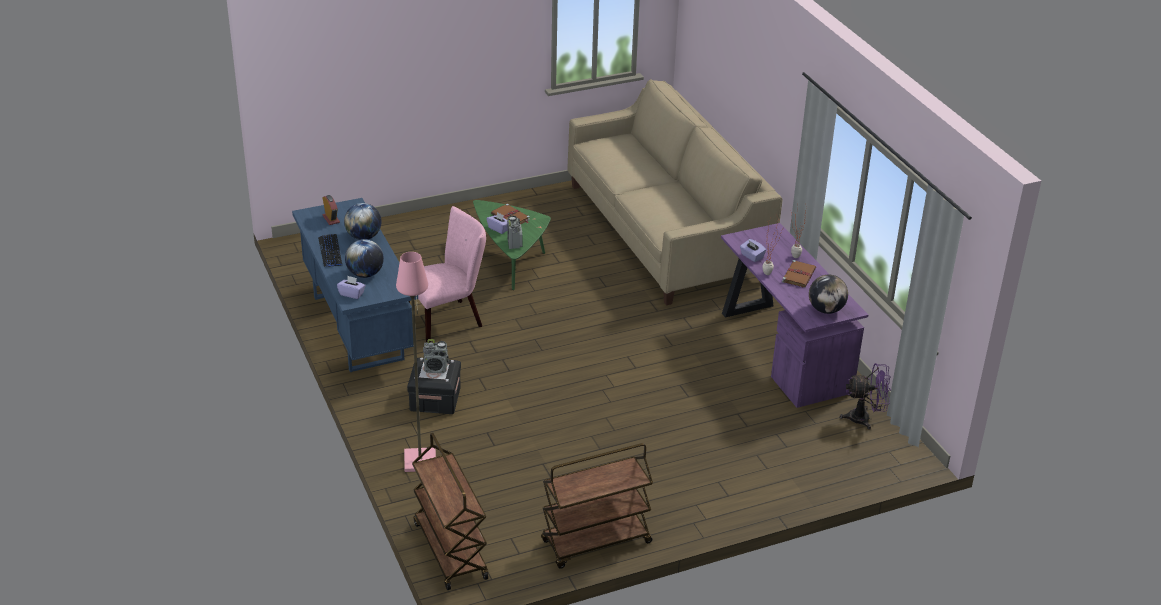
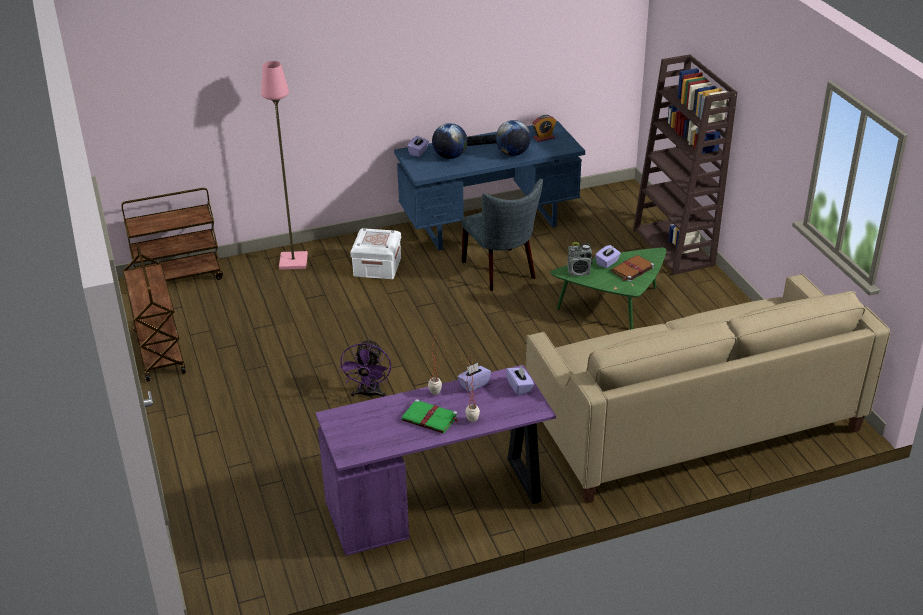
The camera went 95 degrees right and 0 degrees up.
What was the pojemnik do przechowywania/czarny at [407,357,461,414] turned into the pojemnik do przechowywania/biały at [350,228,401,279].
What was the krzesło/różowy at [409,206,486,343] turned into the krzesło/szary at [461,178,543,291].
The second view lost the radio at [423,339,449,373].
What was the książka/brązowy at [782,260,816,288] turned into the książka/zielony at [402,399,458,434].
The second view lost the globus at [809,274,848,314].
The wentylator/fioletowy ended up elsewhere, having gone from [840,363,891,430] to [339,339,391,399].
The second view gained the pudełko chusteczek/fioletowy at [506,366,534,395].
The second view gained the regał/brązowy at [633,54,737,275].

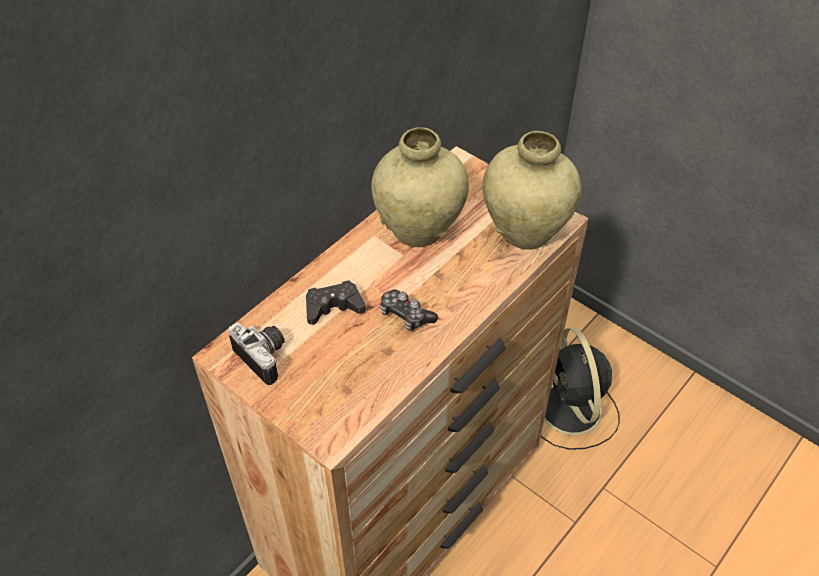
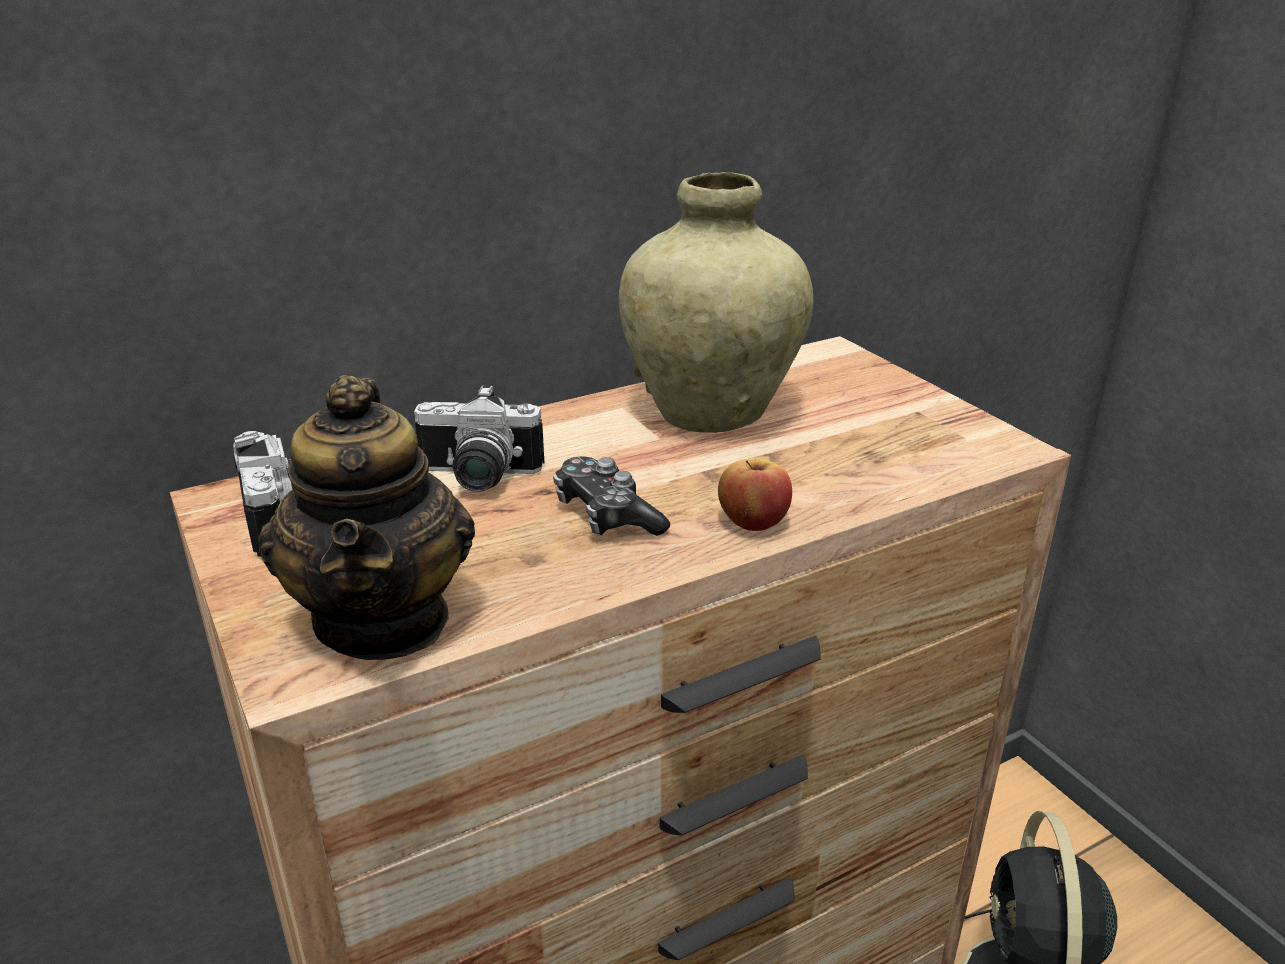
The camera went 20 degrees right and 20 degrees down.
Where the pad do gier/czarny stood at [306,280,366,325], the aparat fotograficzny came to stand at [414,386,545,492].
The second view lost the wazon/beżowy at [482,131,581,250].
The second view gained the imbryk at [258,375,475,660].
The second view gained the jabłko at [718,458,792,531].

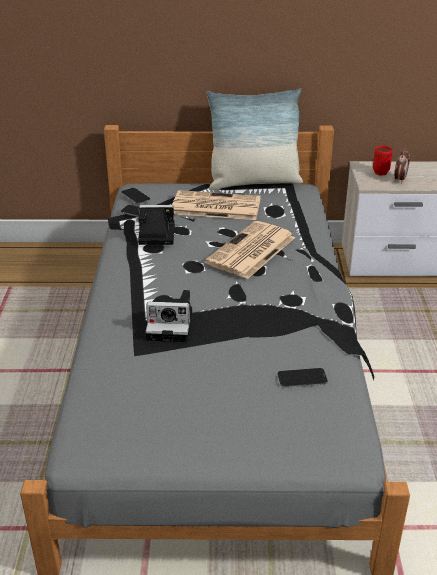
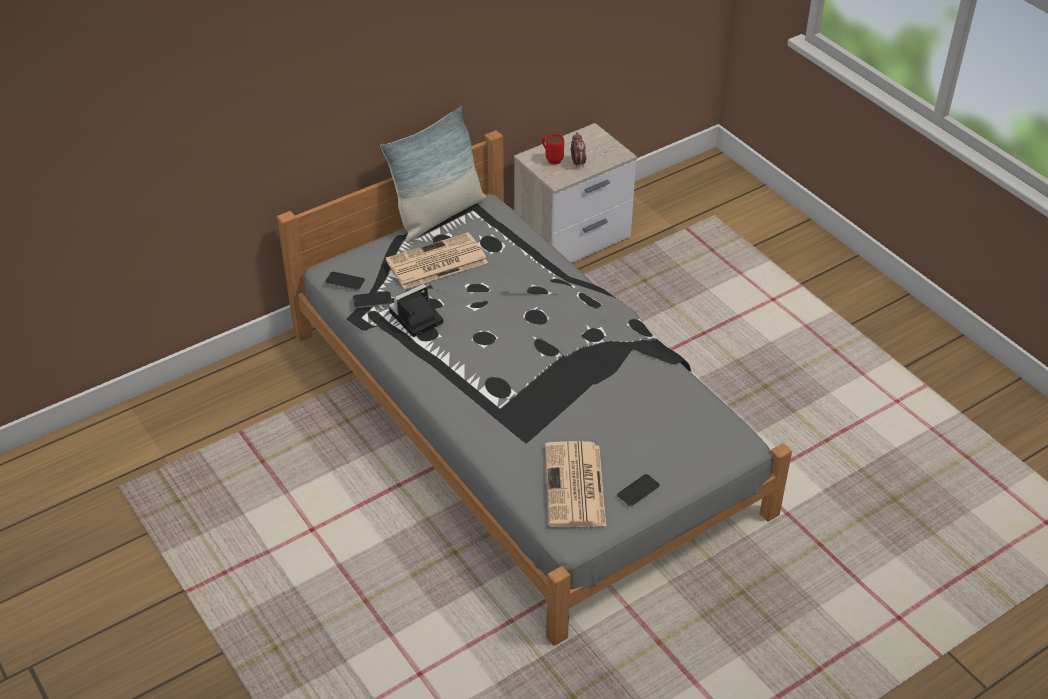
The camera went 35 degrees left and 10 degrees up.
The second view lost the aparat fotograficzny at [145,290,192,342].
The gazeta ended up elsewhere, having gone from [205,221,295,279] to [545,441,606,527].
The telefon ended up elsewhere, having gone from [277,368,328,388] to [617,474,660,507].

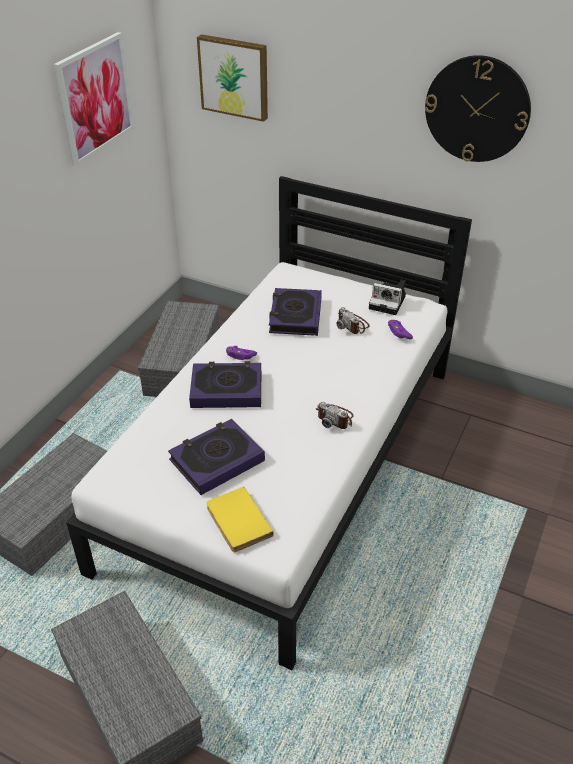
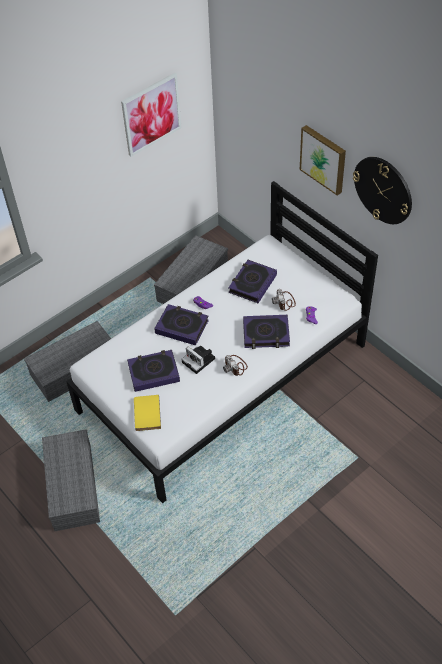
The camera went 25 degrees right and 10 degrees up.
The obraz ended up elsewhere, having gone from [197,34,268,122] to [300,125,346,195].
The aparat fotograficzny ended up elsewhere, having gone from [369,280,406,315] to [181,346,215,374].
The second view gained the książka at [243,315,290,349].

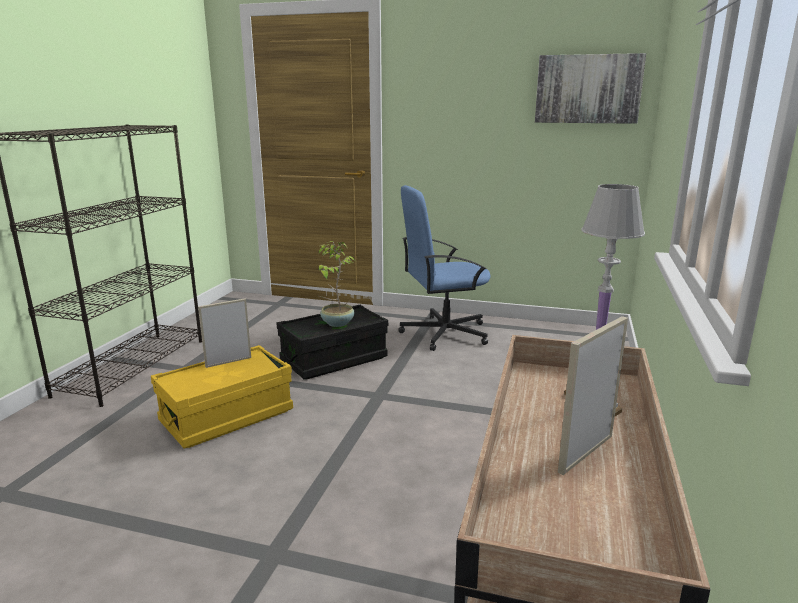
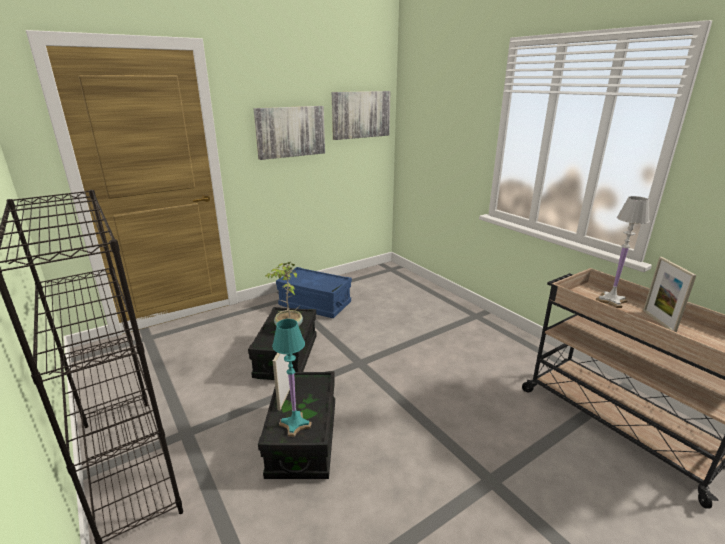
The camera went 50 degrees left and 5 degrees up.
What was the pojemnik do przechowywania/żółty at [151,345,293,449] turned into the pojemnik do przechowywania/czarny at [258,371,335,479].
Where the krzesło biurowe/niebieski stood at [398,185,491,351], the pojemnik do przechowywania/niebieski came to stand at [276,267,352,318].
The second view gained the obraz at [254,106,325,160].
The second view gained the lampa stołowa/turkusowy at [272,319,312,437].

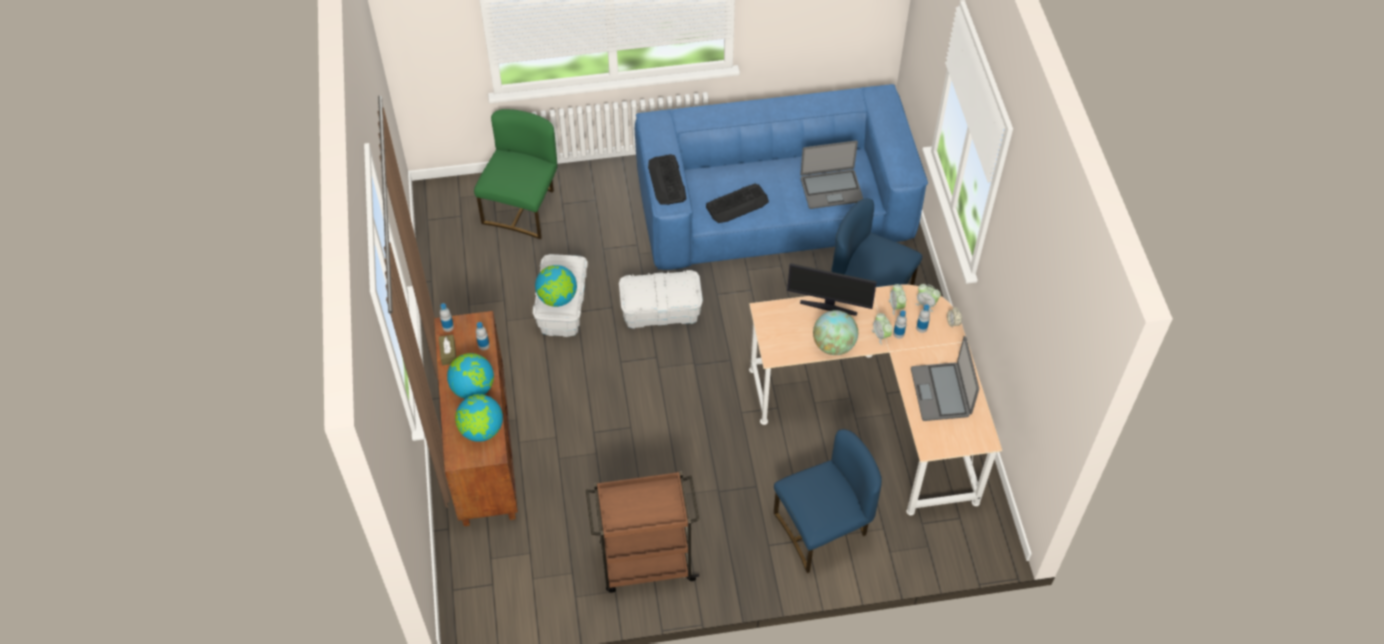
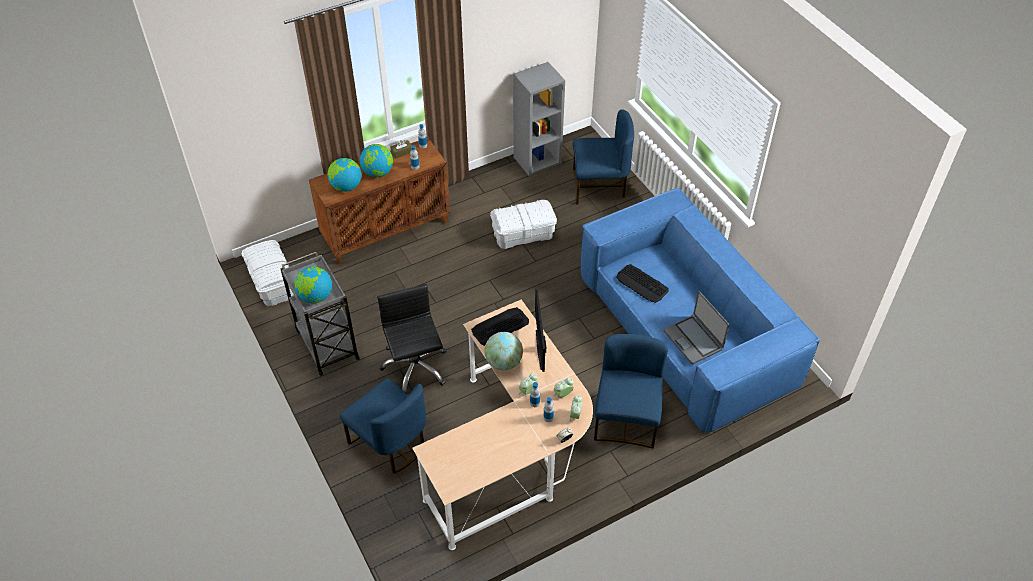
The camera went 70 degrees right and 5 degrees down.
What was the krzesło/zielony at [474,109,557,239] turned into the krzesło/niebieski at [572,110,634,204].
The globus ended up elsewhere, having gone from [535,265,577,307] to [295,267,332,303].
What was the wózek/brązowy at [586,471,699,593] turned into the wózek/szary at [280,252,360,376].
The pojemnik do przechowywania/biały ended up elsewhere, having gone from [619,270,703,329] to [242,240,294,306].
The klawiatura ended up elsewhere, having gone from [648,154,687,205] to [471,307,529,346].
The second view lost the laptop at [911,336,979,421].
The second view gained the krzesło biurowe/czarny at [377,284,446,394].
The second view gained the regał/szary at [513,62,565,176].

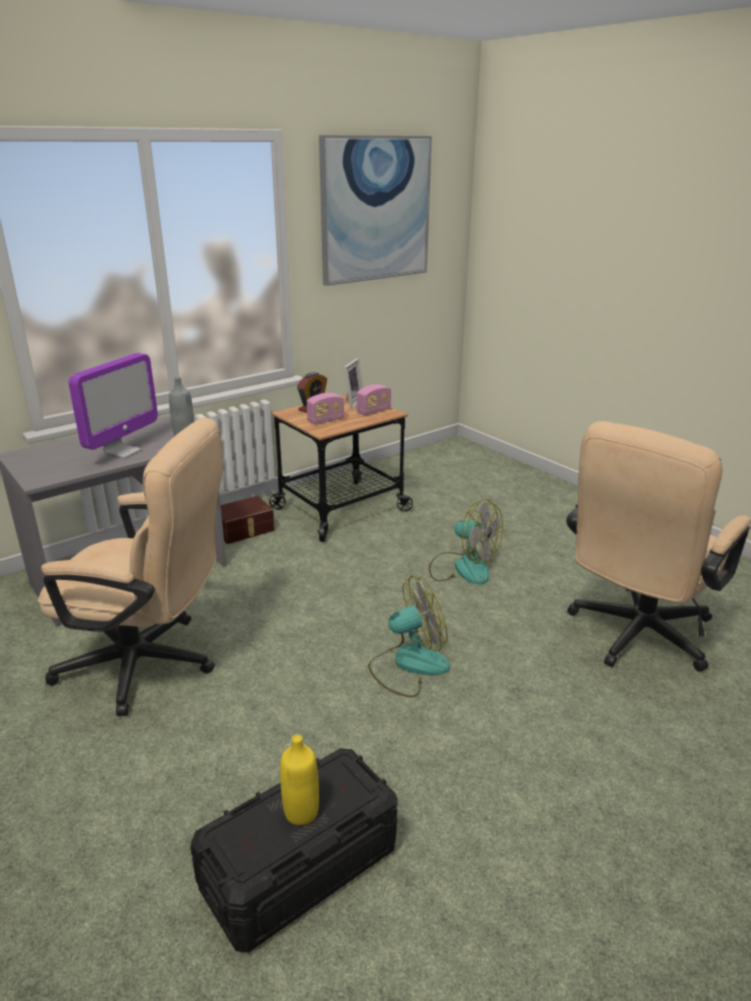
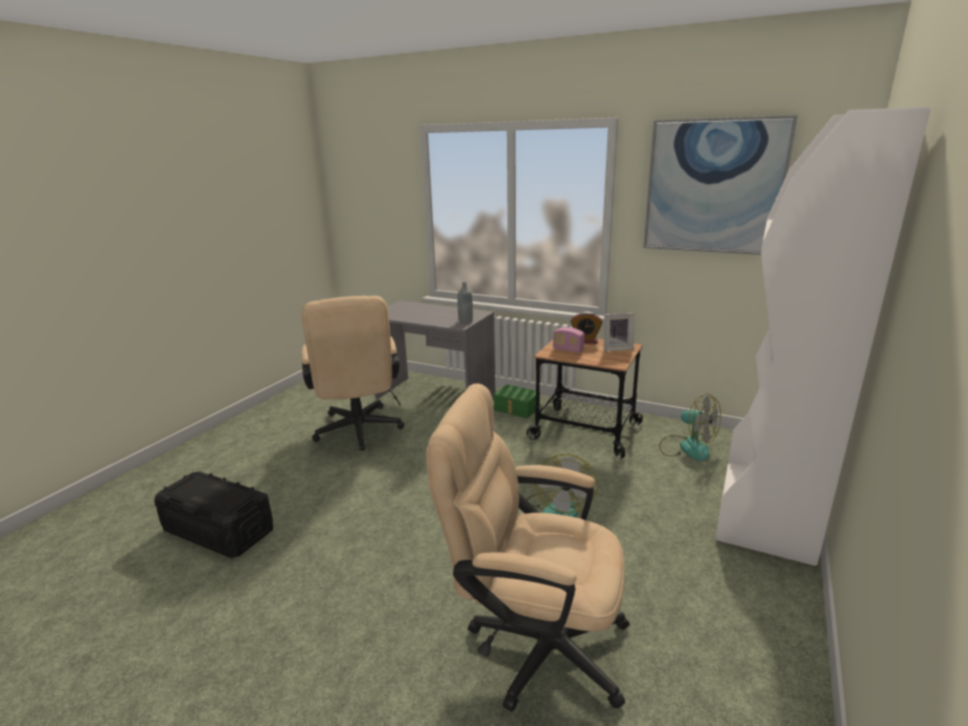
The camera went 65 degrees right and 5 degrees down.
The second view lost the monitor at [68,353,158,458].
What was the pojemnik do przechowywania/brązowy at [221,496,275,544] turned into the pojemnik do przechowywania/zielony at [494,384,540,418].
The second view lost the butelka/żółty at [280,735,319,825].
The second view lost the radio at [357,384,391,415].
The wentylator ended up elsewhere, having gone from [368,576,450,697] to [659,394,721,461].
The second view gained the regał/biały at [715,107,930,566].

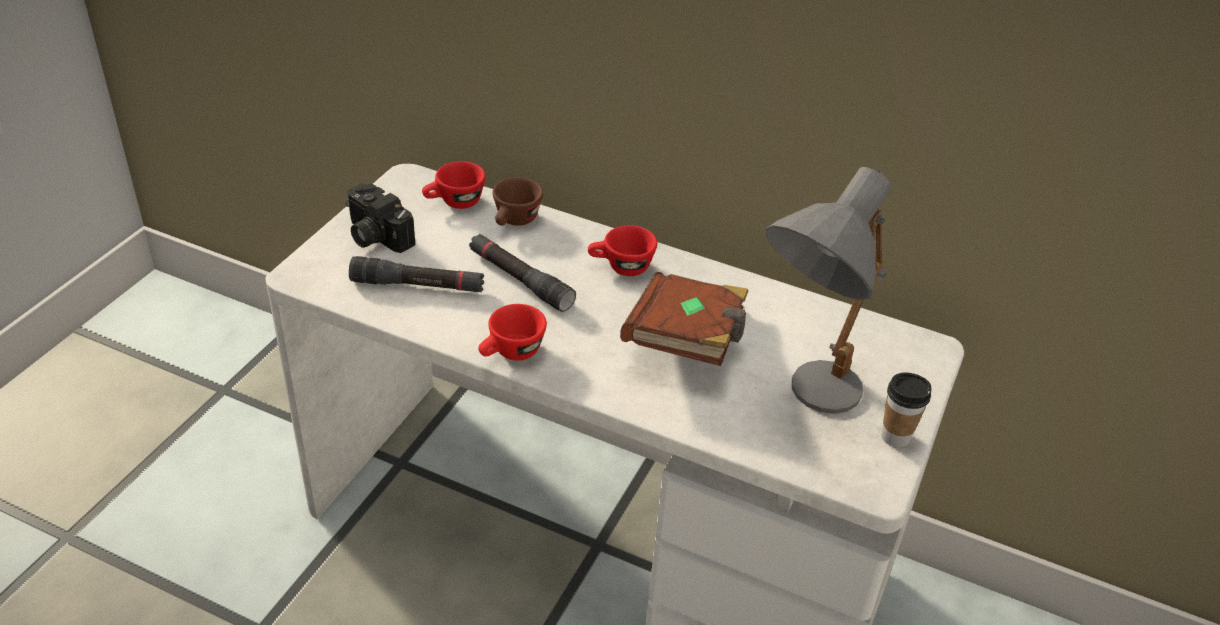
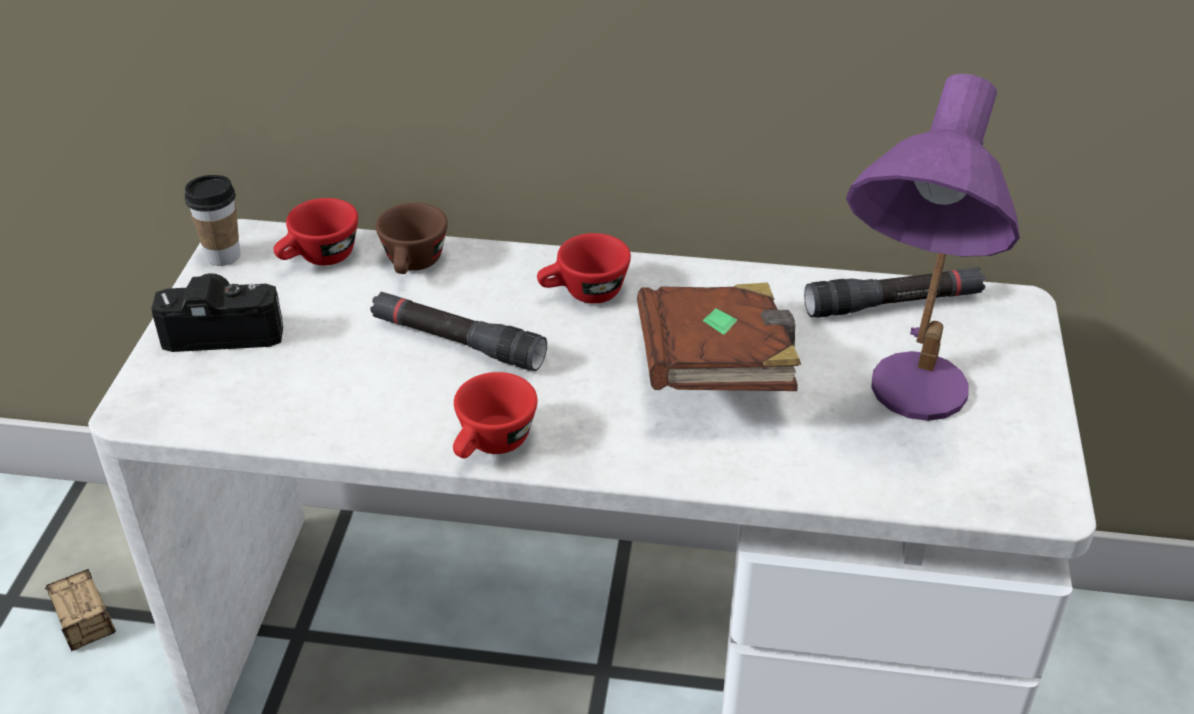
The camera went 15 degrees left and 0 degrees up.
The aparat fotograficzny at [345,184,415,253] ended up facing another way, 150 degrees clockwise from before.
The latarka/czarny ended up elsewhere, having gone from [349,256,484,292] to [804,267,985,318].
What was the lampa stołowa/szary at [765,167,892,414] turned into the lampa stołowa/fioletowy at [846,74,1020,421].
The filiżanka ended up elsewhere, having gone from [881,372,931,448] to [185,175,240,266].
The second view gained the pojemnik do przechowywania at [45,569,116,651].

